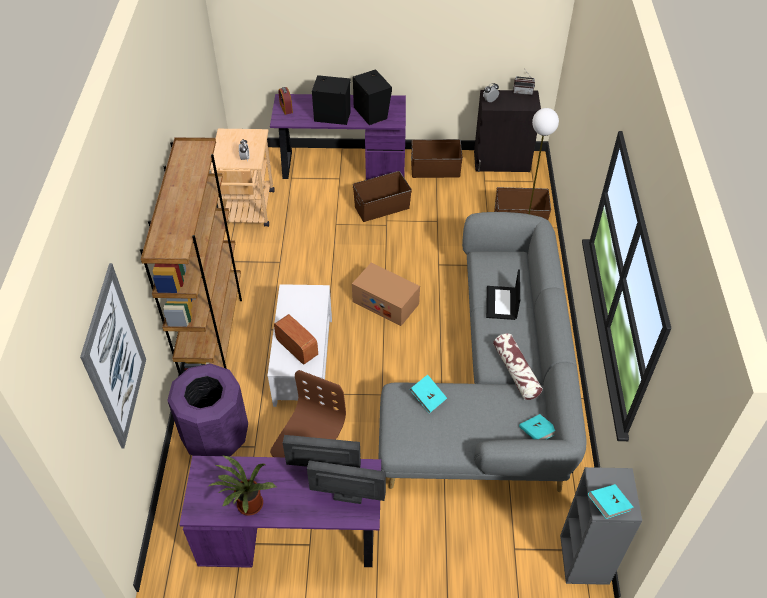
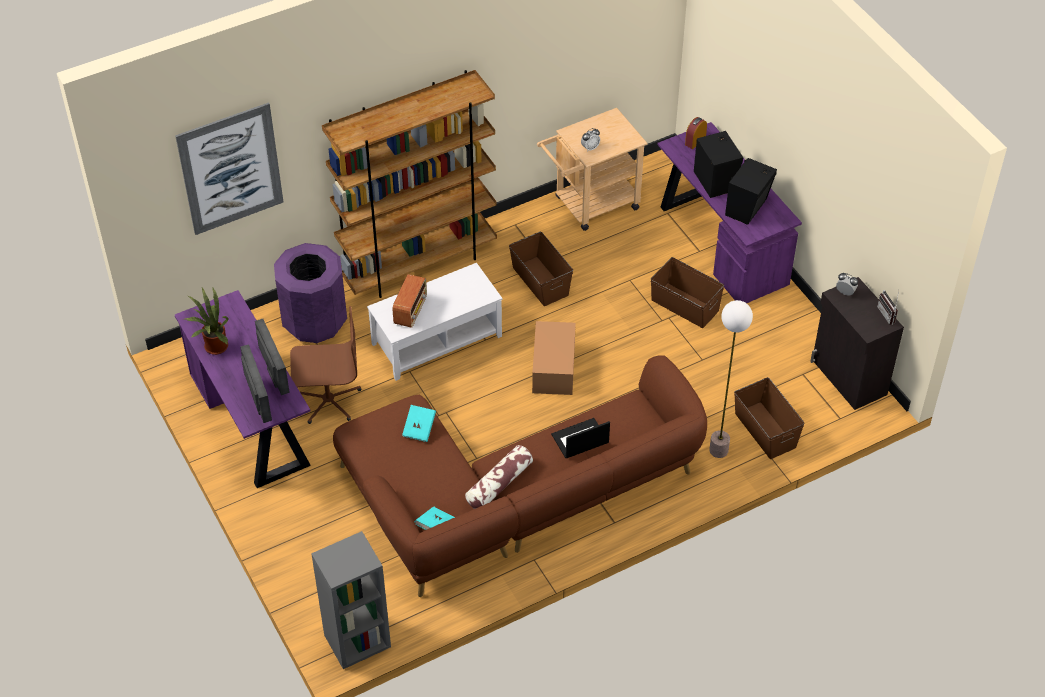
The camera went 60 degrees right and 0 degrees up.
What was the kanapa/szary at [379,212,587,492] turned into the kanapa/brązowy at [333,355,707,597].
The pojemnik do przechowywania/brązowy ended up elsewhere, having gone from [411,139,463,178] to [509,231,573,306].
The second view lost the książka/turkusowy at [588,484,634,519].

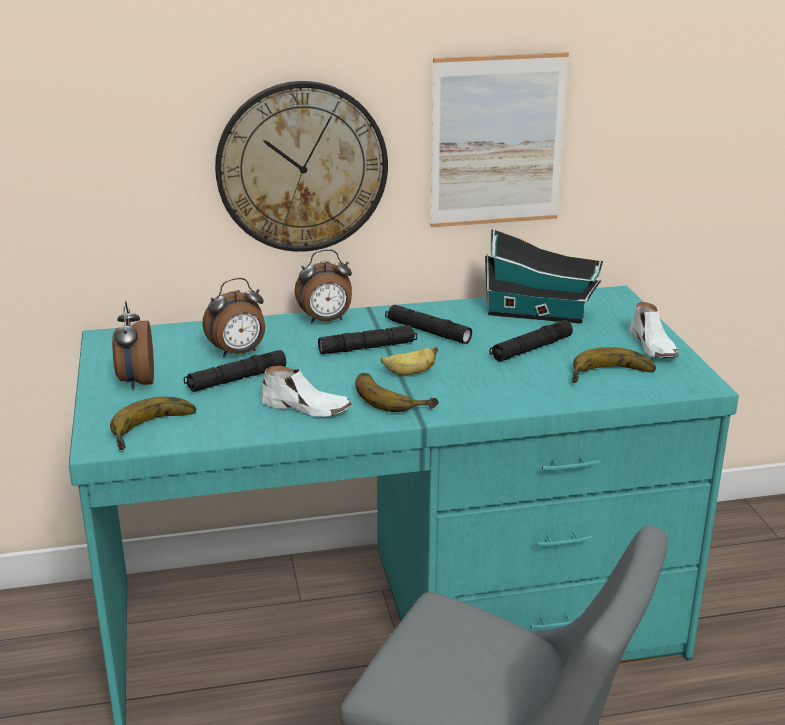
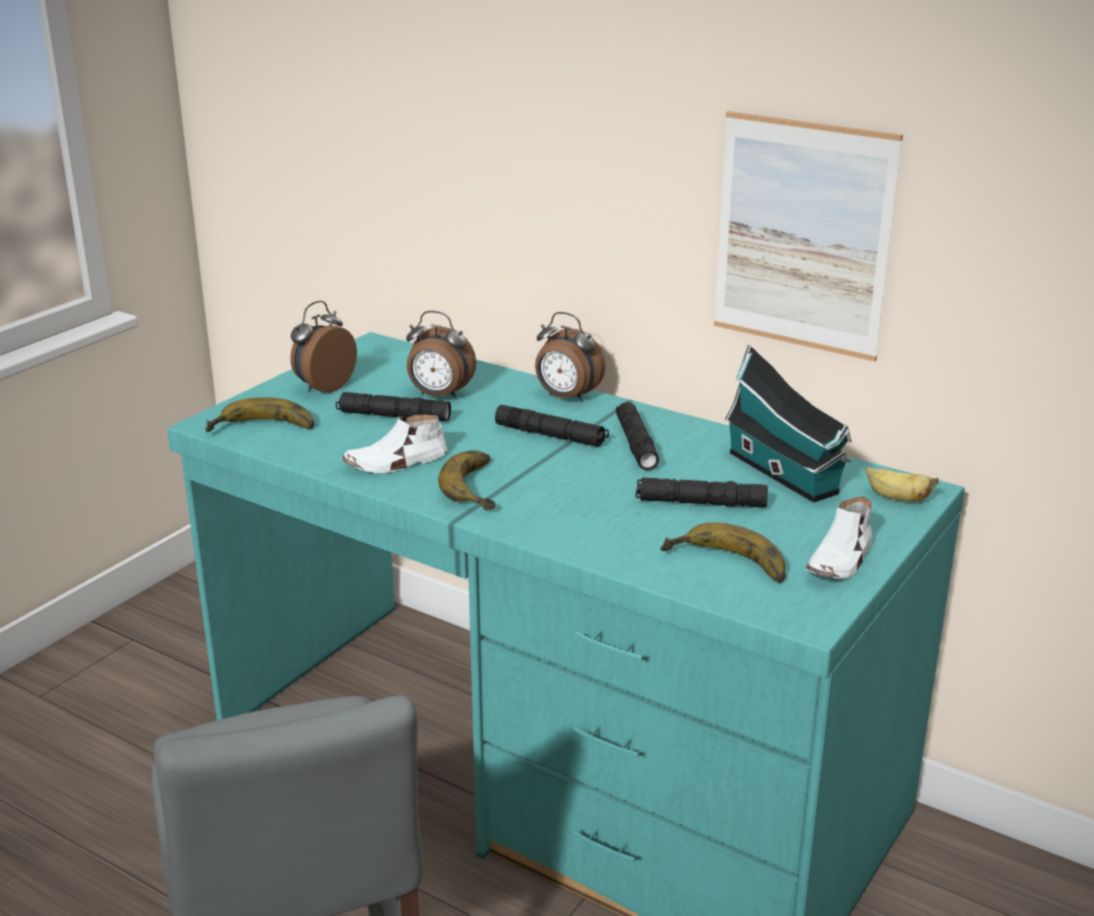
The camera went 45 degrees right and 0 degrees up.
The second view lost the zegar ścienny at [215,81,388,252].
The but/biały at [261,366,352,417] ended up facing another way, 90 degrees clockwise from before.
The banan ended up elsewhere, having gone from [381,347,438,375] to [866,467,938,502].

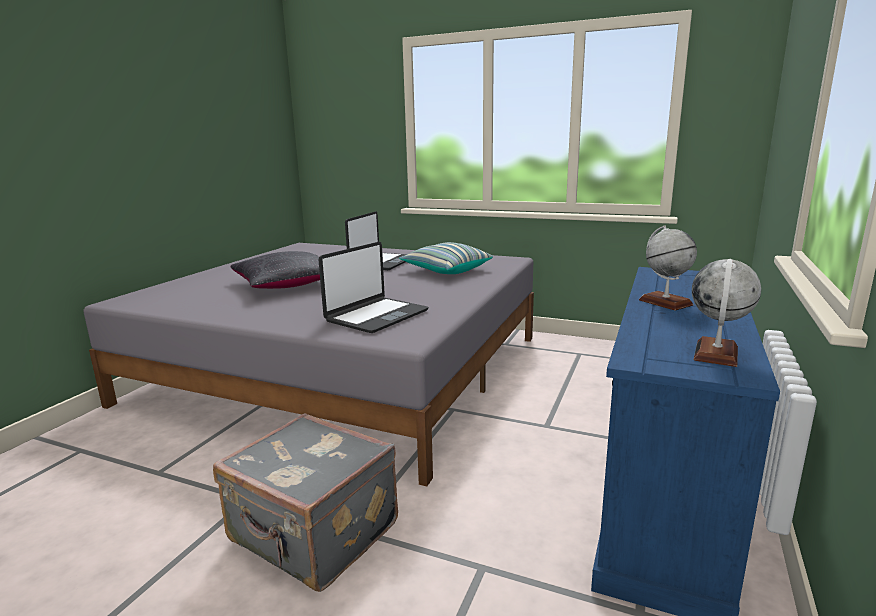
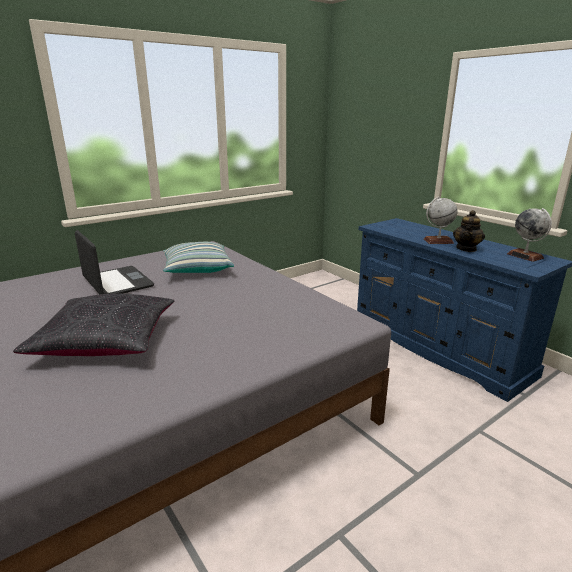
The camera went 60 degrees left and 5 degrees up.
The second view lost the walizka/szary at [213,413,398,592].
The second view lost the laptop at [318,242,428,333].
The second view gained the imbryk at [453,210,485,252].

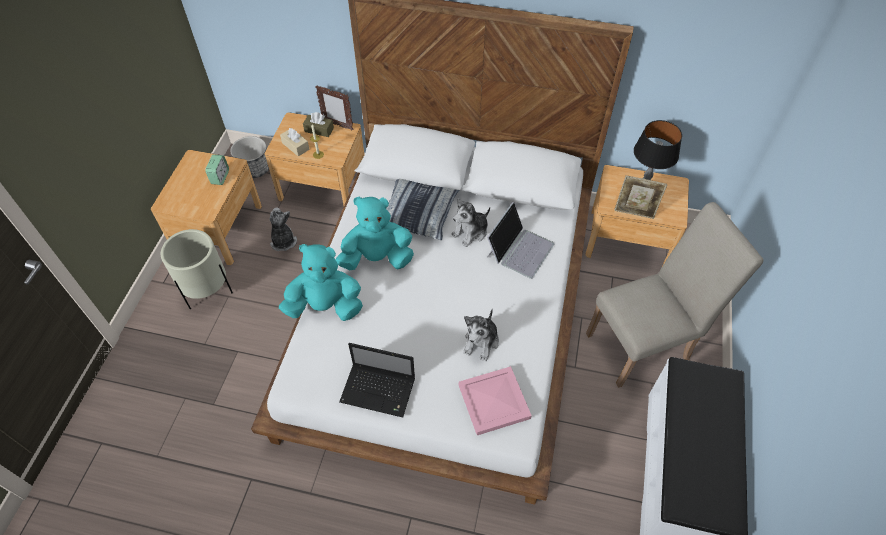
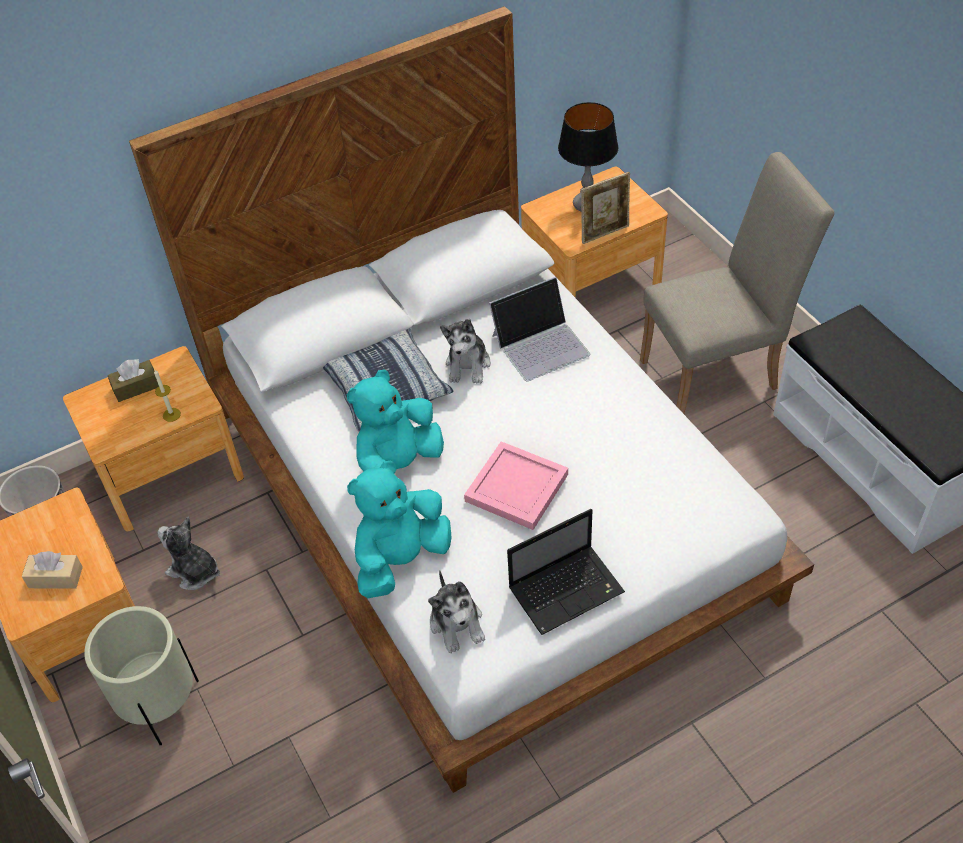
The camera went 40 degrees left and 5 degrees down.
The second view lost the budzik at [205,155,229,185].
The pudełko chusteczek/beżowy ended up elsewhere, having gone from [280,128,309,157] to [22,551,83,589].
The second view lost the ramka na zdjęcie at [315,85,354,131].
The taca/różowy ended up elsewhere, having gone from [459,366,532,435] to [464,441,568,530].
The pluszak ended up elsewhere, having gone from [463,309,499,361] to [428,571,485,653].
The laptop at [487,202,554,279] ended up facing another way, 75 degrees clockwise from before.
The krzesło/beżowy at [586,202,764,388] ended up facing another way, 45 degrees clockwise from before.

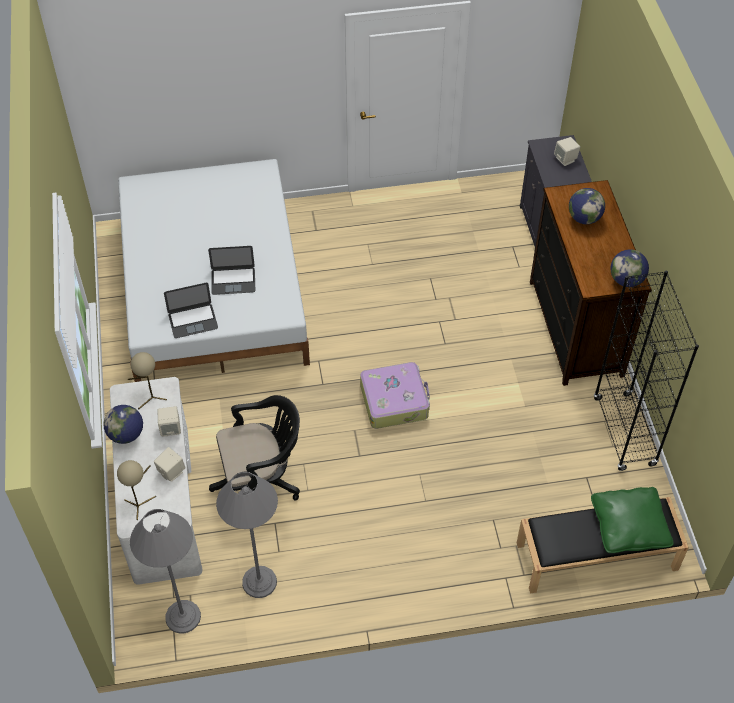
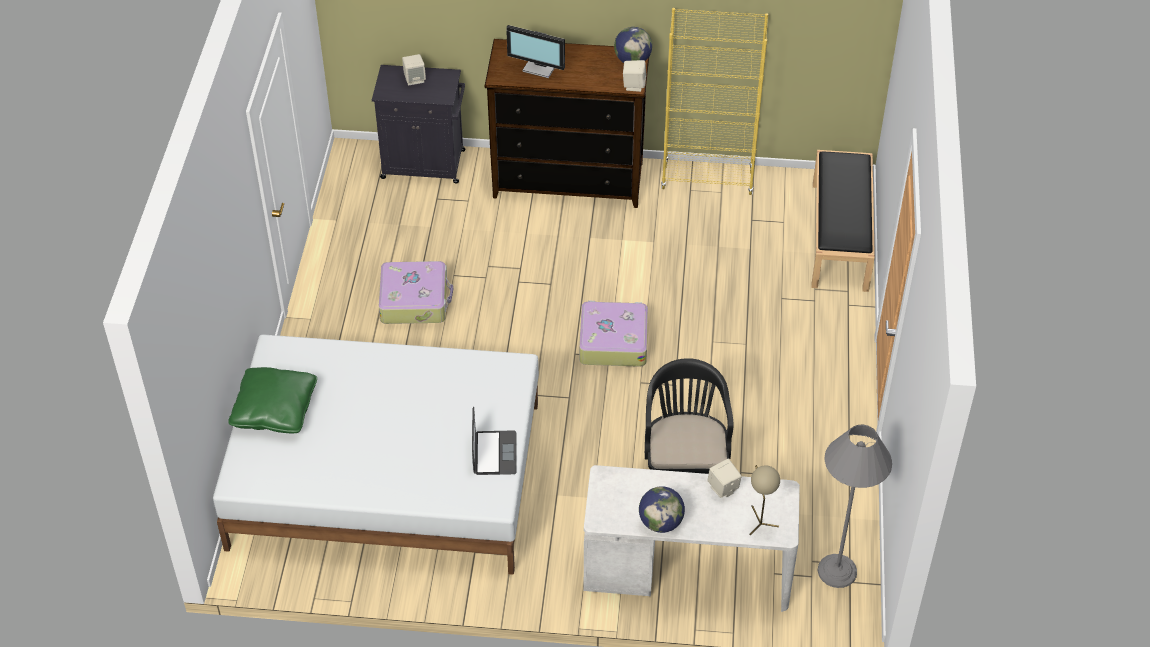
The camera went 75 degrees left and 5 degrees down.
The second view lost the lampa stołowa/beżowy at [128,352,167,410].
The głośnik/beżowy ended up elsewhere, having gone from [158,406,181,437] to [623,60,646,92].
The second view lost the laptop at [208,246,255,295].
The second view lost the lampa stojąca/szary at [216,471,278,598].
Where the globus stood at [569,188,605,224], the monitor came to stand at [506,25,565,78].
The poduszka/zielony ended up elsewhere, having gone from [591,487,674,553] to [228,367,317,433].
What was the regał/czarny at [594,271,699,471] turned into the regał/żółty at [661,8,768,195].
The second view gained the walizka at [379,261,453,324].

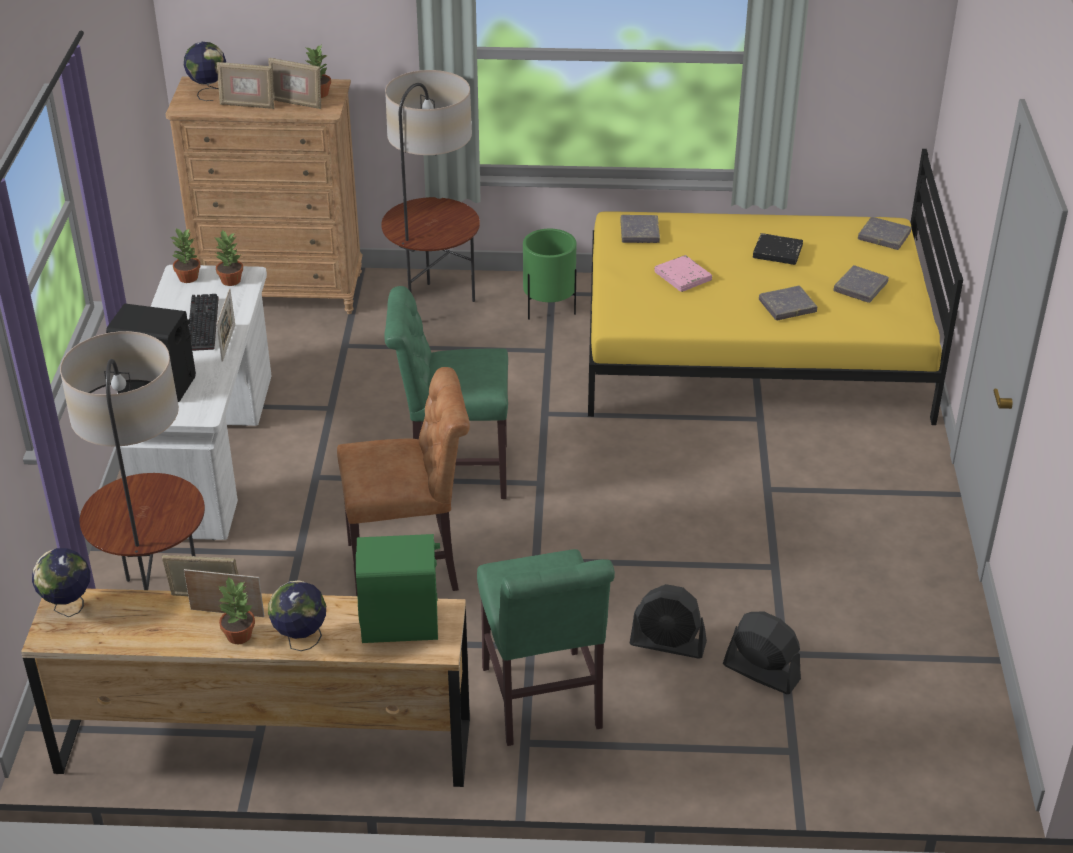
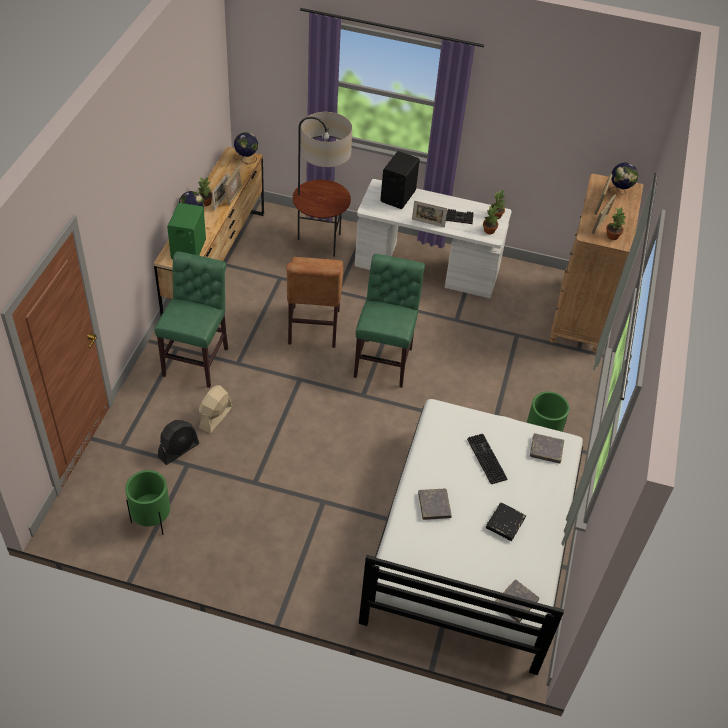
The camera went 100 degrees right and 10 degrees up.
The second view lost the lampa stojąca at [381,70,480,302].
The krzesło/zielony at [477,549,615,746] ended up facing another way, 105 degrees clockwise from before.
What was the łóżko/żółty at [588,149,963,425] turned into the łóżko/biały at [359,399,583,675].
What was the wentylator/czarny at [629,584,707,659] turned into the wentylator/beżowy at [199,385,233,433].
Where the książka/różowy stood at [654,255,712,292], the klawiatura came to stand at [467,434,507,484].
The second view lost the książka/szary at [833,265,889,303].
The second view gained the donica/zielony at [125,470,170,535].

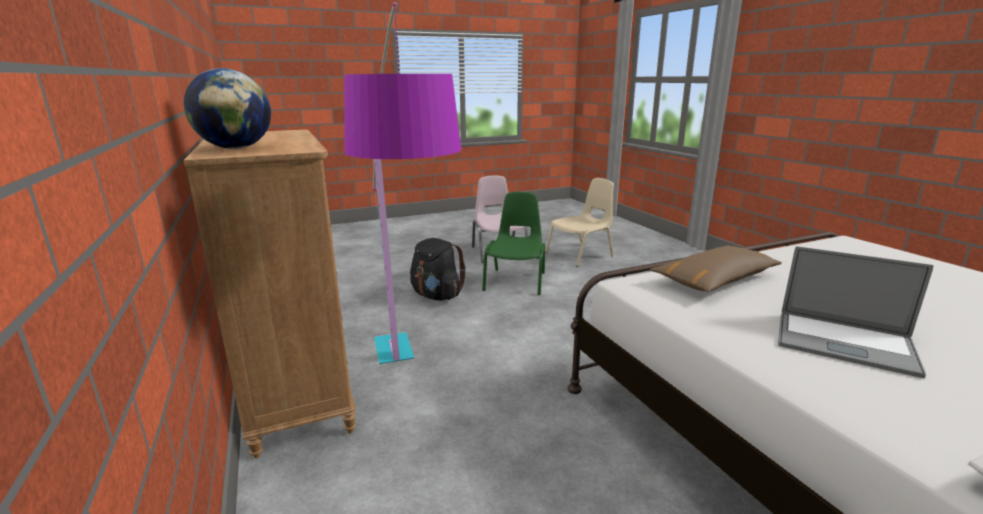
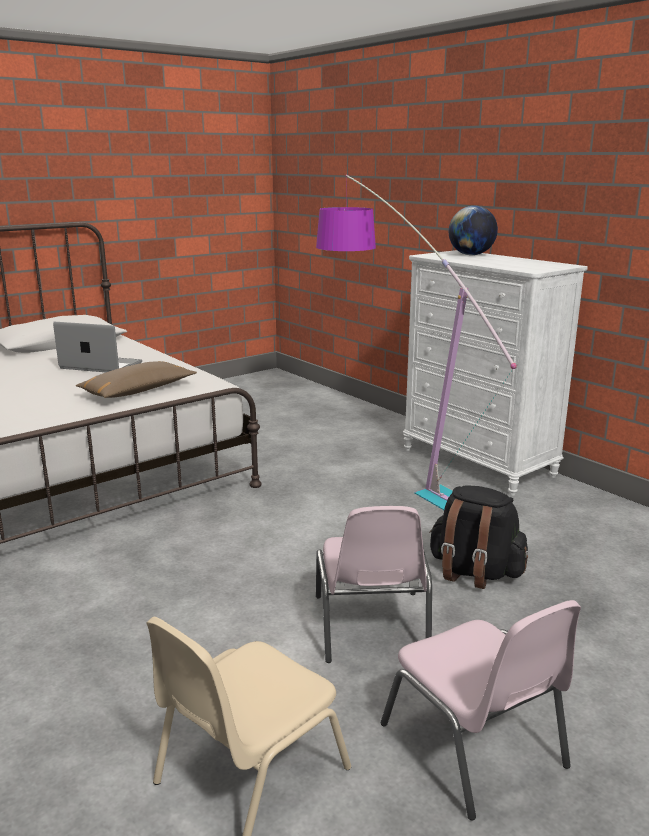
The camera went 165 degrees right and 0 degrees up.
What was the komoda/brązowy at [184,130,356,458] turned into the komoda/biały at [403,250,588,495].
What was the krzesło/zielony at [482,192,545,295] turned into the krzesło/różowy at [316,506,432,663].

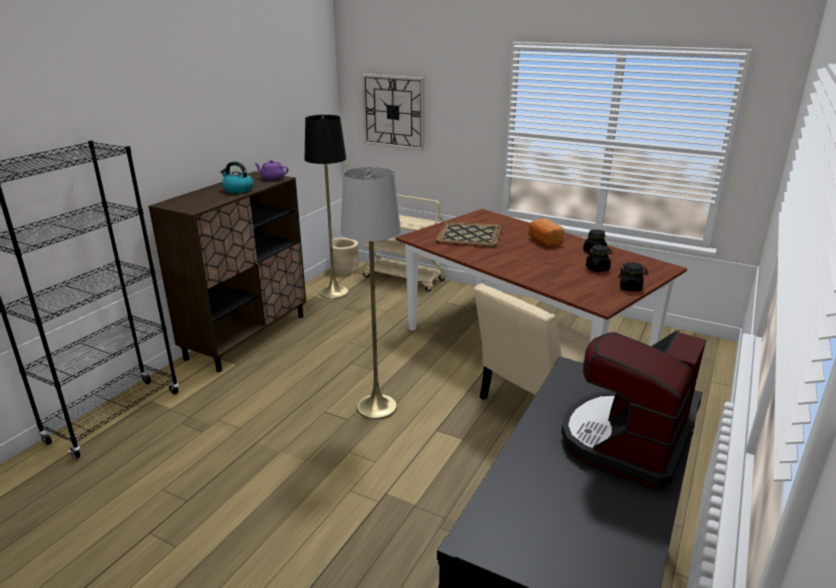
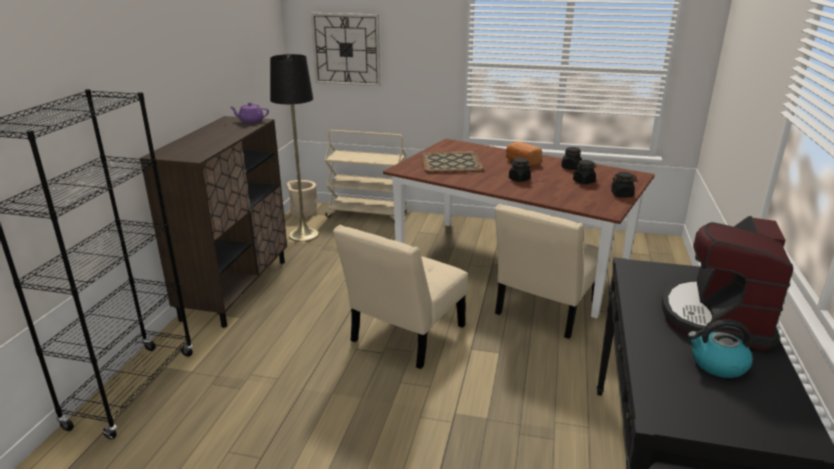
The camera went 15 degrees left and 0 degrees up.
The czajnik ended up elsewhere, having gone from [220,161,253,193] to [687,319,753,378].
Where the lampa stojąca/szary stood at [341,167,401,420], the krzesło/beżowy came to stand at [333,225,468,369].
The second view gained the słoik/czarny at [509,158,531,182].

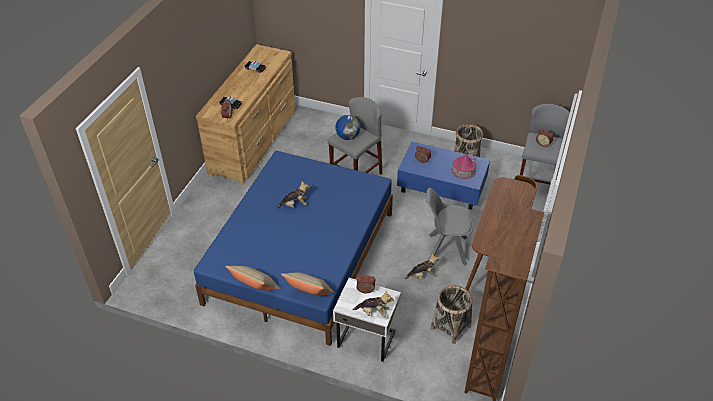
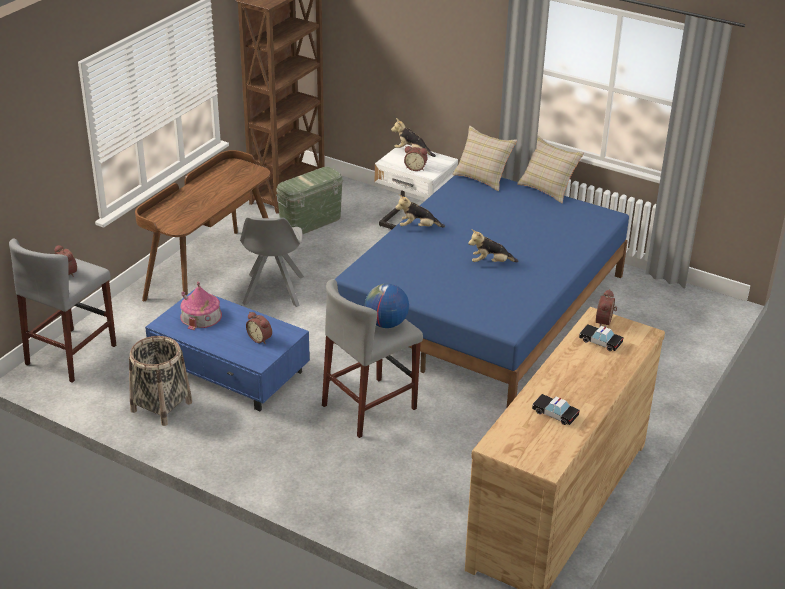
The camera went 170 degrees left and 10 degrees down.
The pluszak ended up elsewhere, having gone from [405,253,439,279] to [395,194,445,228].
The krzesło/szary at [426,188,473,265] ended up facing another way, 75 degrees clockwise from before.
Where the koszyk stood at [431,285,472,344], the pojemnik do przechowywania/zielony came to stand at [276,167,343,234].

